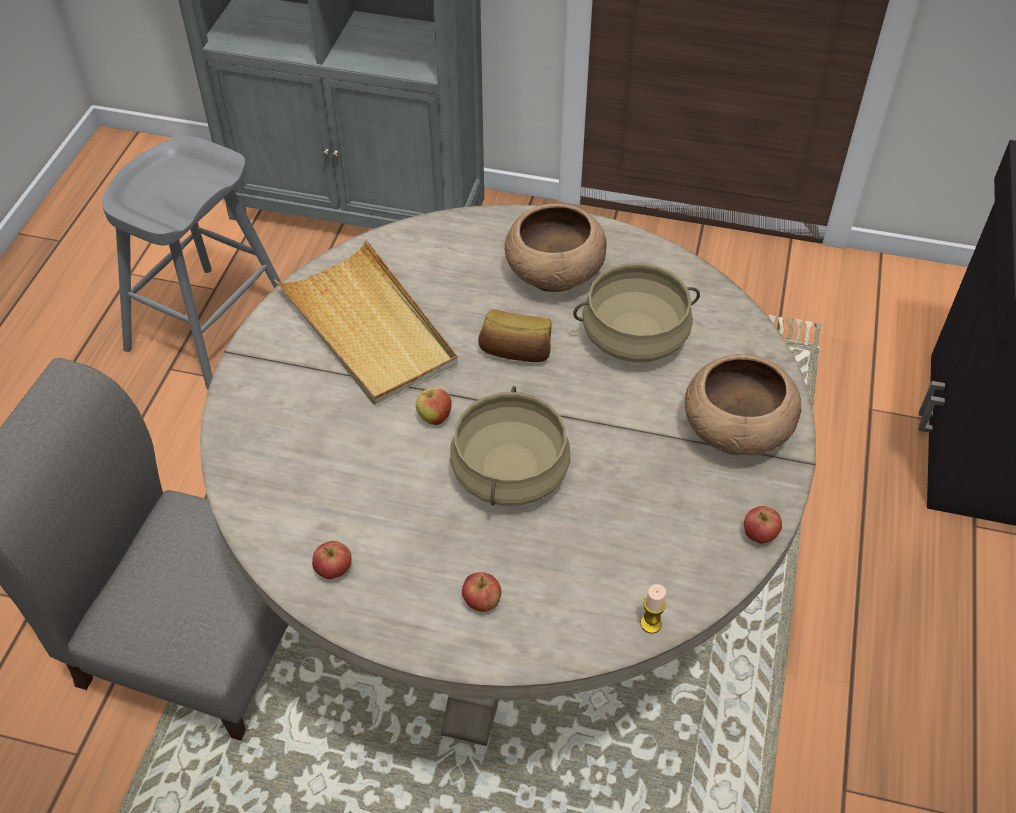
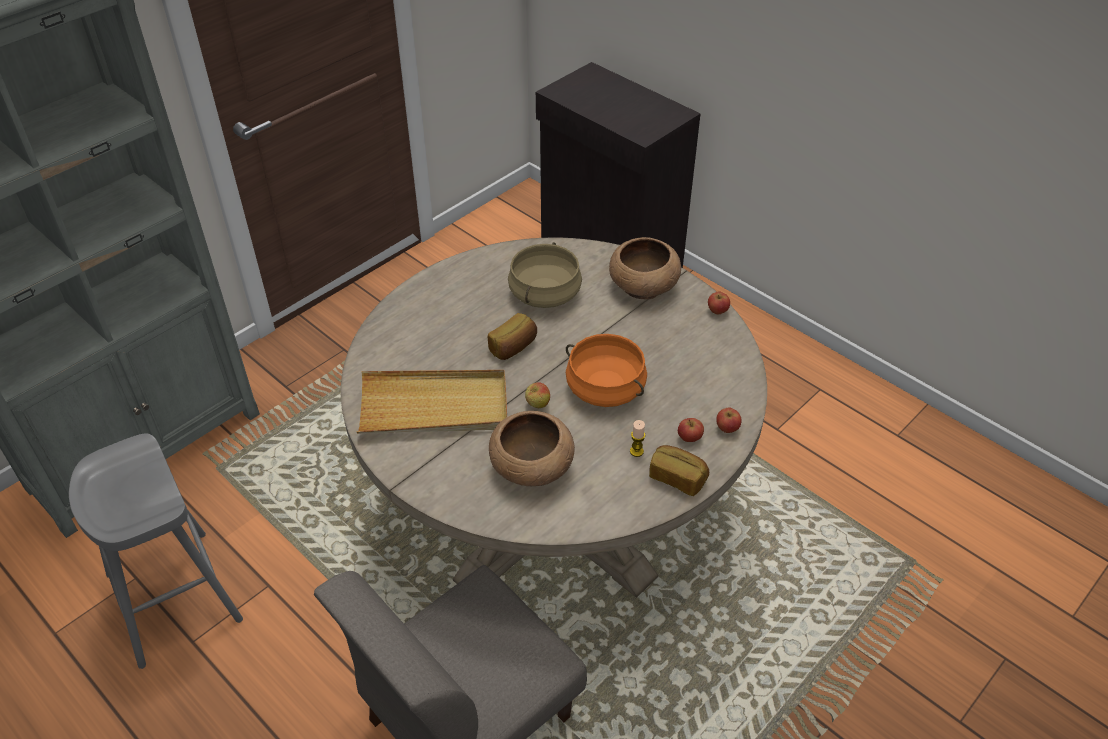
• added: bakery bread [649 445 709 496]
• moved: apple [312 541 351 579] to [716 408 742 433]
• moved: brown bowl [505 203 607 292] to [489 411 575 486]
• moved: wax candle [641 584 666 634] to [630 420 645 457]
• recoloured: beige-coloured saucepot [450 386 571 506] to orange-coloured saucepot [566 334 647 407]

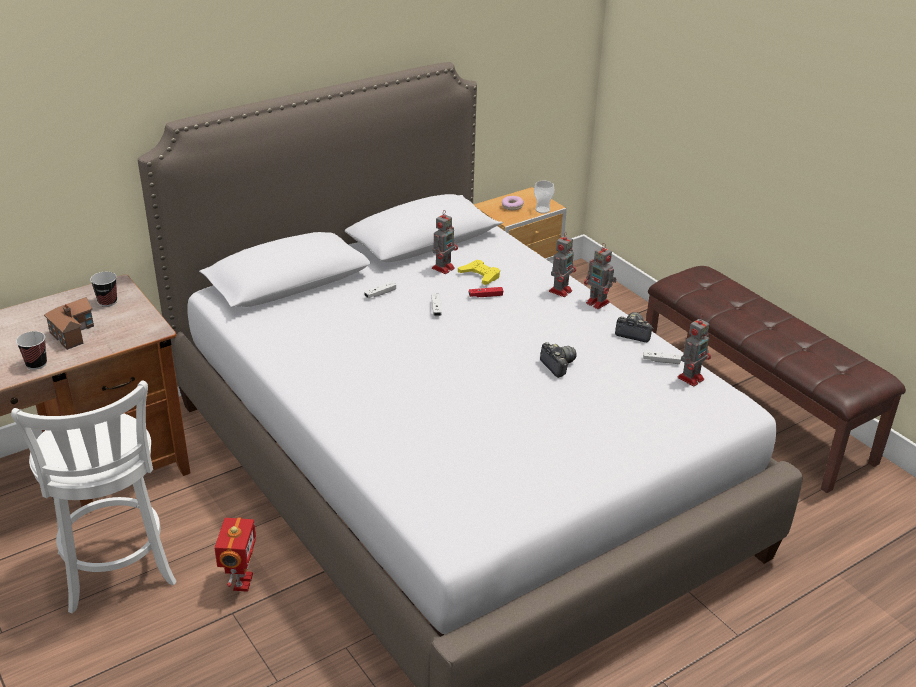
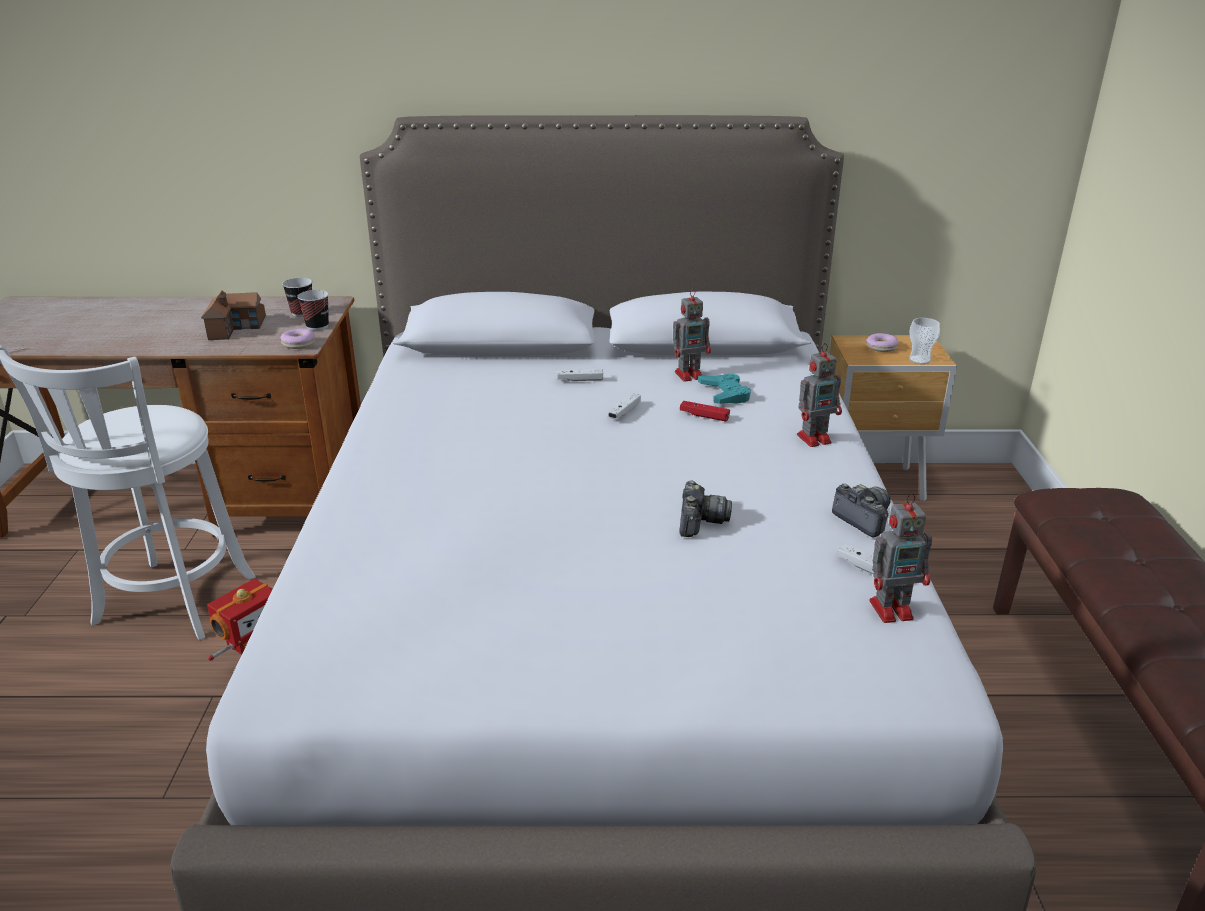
• removed: toy robot [584 243 617 309]
• added: donut [280 328 315 349]
• moved: drinking cup [16 331 47 370] to [297 290 329 331]
• recoloured: yellow-coloured joypad [458 260 500 285] to turquoise-coloured joypad [698 374 751 404]

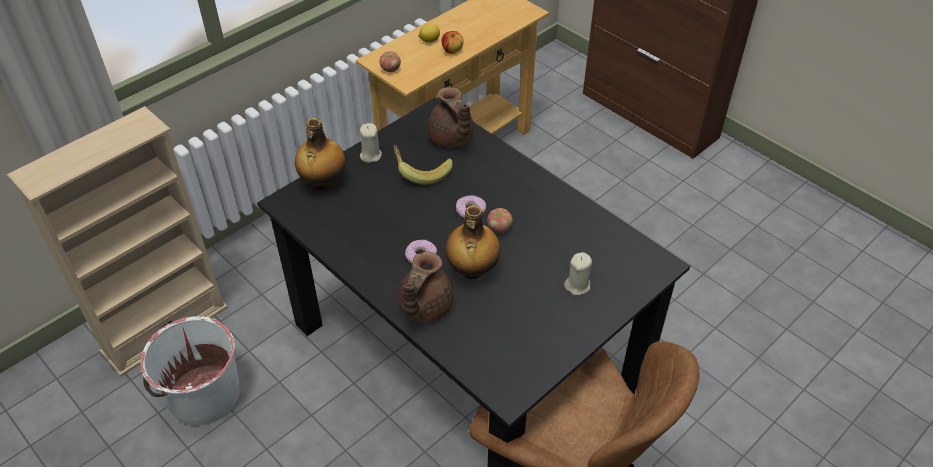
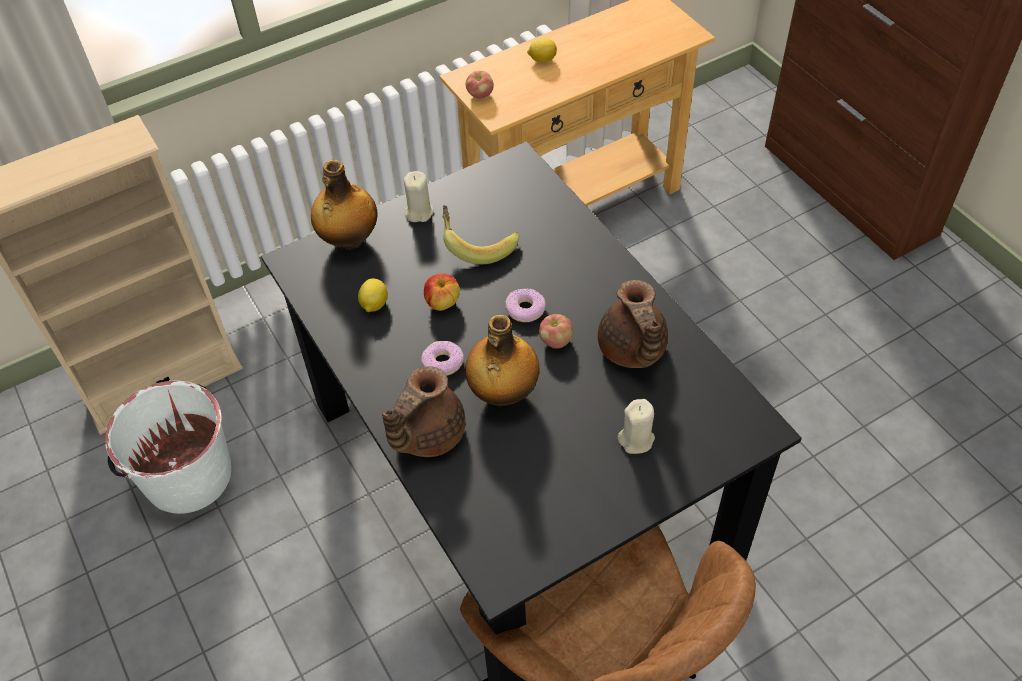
• added: citrus fruit [358 278 388 312]
• moved: brown tea pot [427 87 474 147] to [598 280 668 368]
• moved: apple [441 31 464 54] to [424 274 460 311]

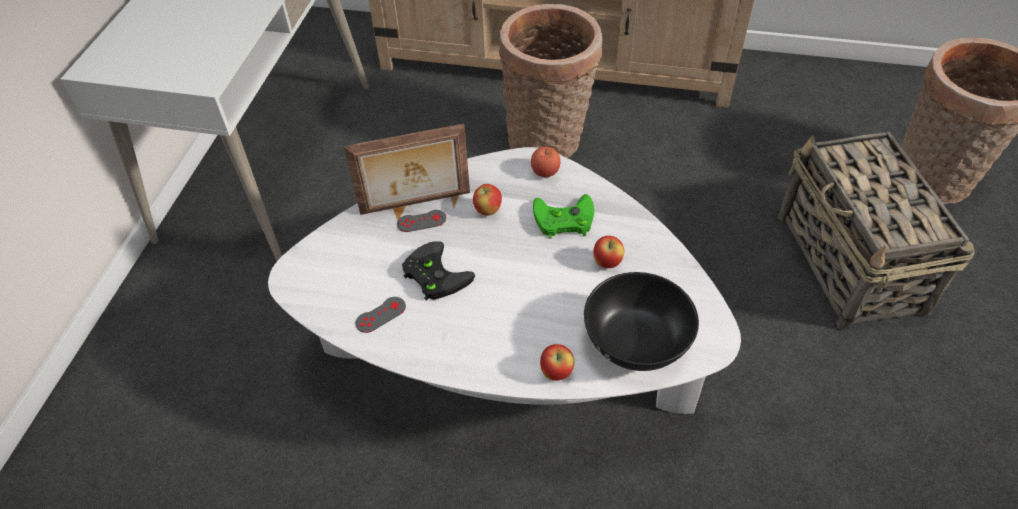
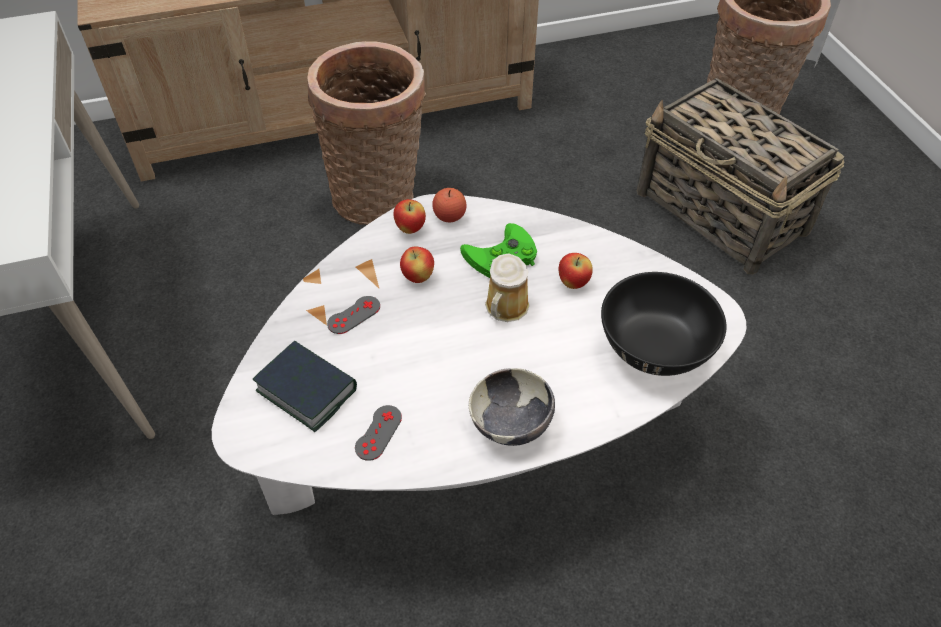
• removed: standing frame [344 124 470 215]
• removed: black joypad [402 241 475 300]
• added: volume [252 340 357 432]
• added: bowl [469 368 555 446]
• added: coffee mug [485 253 530 322]
• moved: apple [540 344 574 381] to [393 199 426 234]

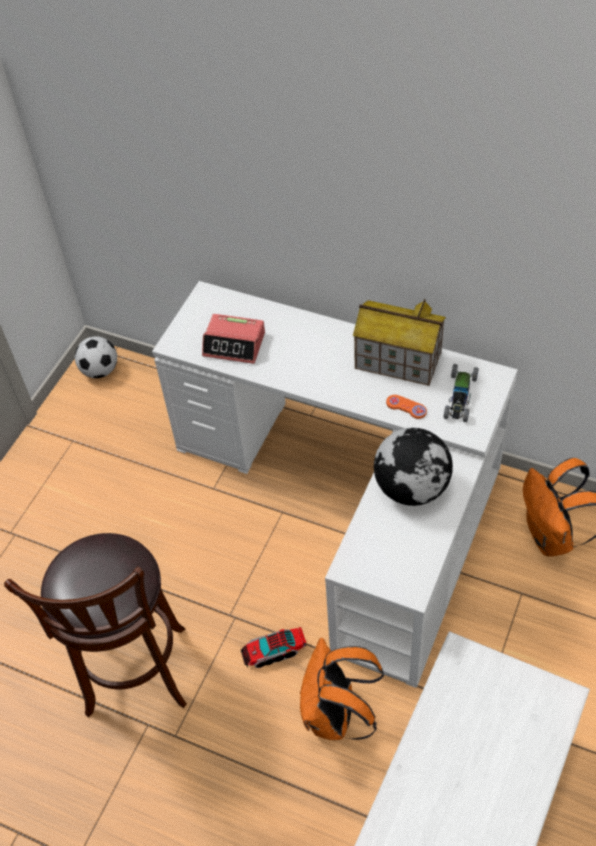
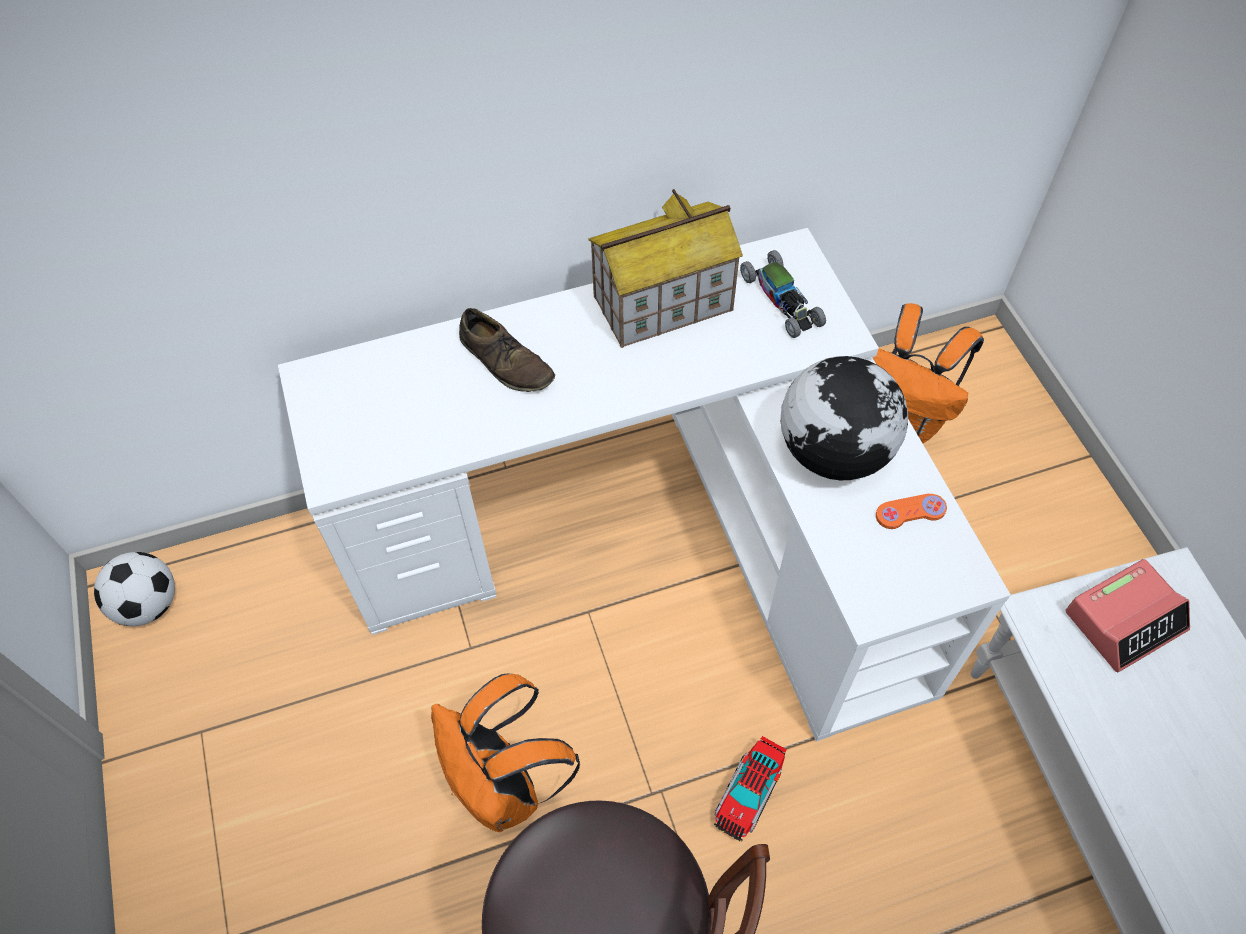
• added: brown item of footwear [459 308 555 392]
• moved: table clock [202 314 265 364] to [1065 559 1190 672]
• moved: orange-coloured backpack [300 638 384 740] to [431 674 580 832]
• moved: orange-coloured joypad [386 395 427 419] to [876 494 947 529]

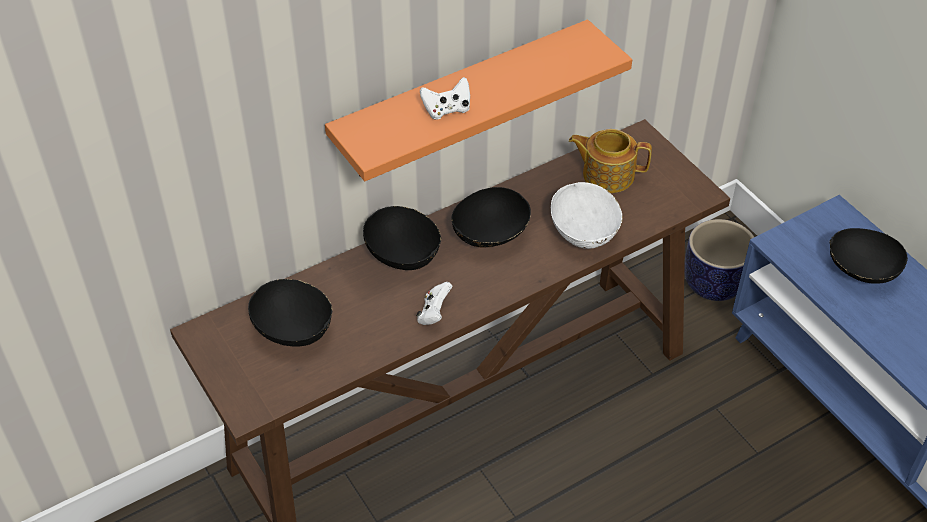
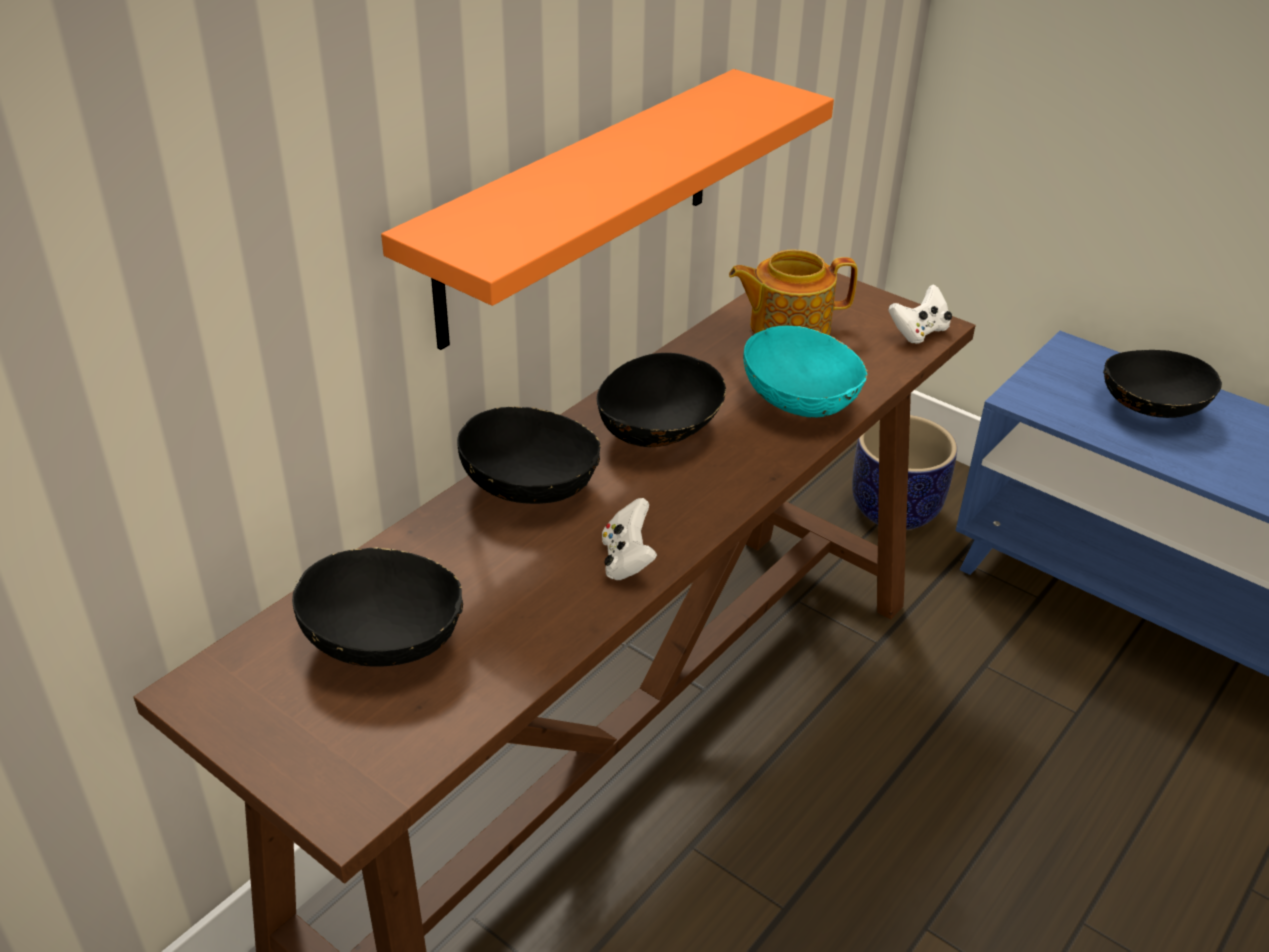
• moved: whitish joypad [420 77 470 120] to [888 284 952 344]
• recoloured: whitish bowl [551 182 623 249] to turquoise-coloured bowl [743 326 867 417]

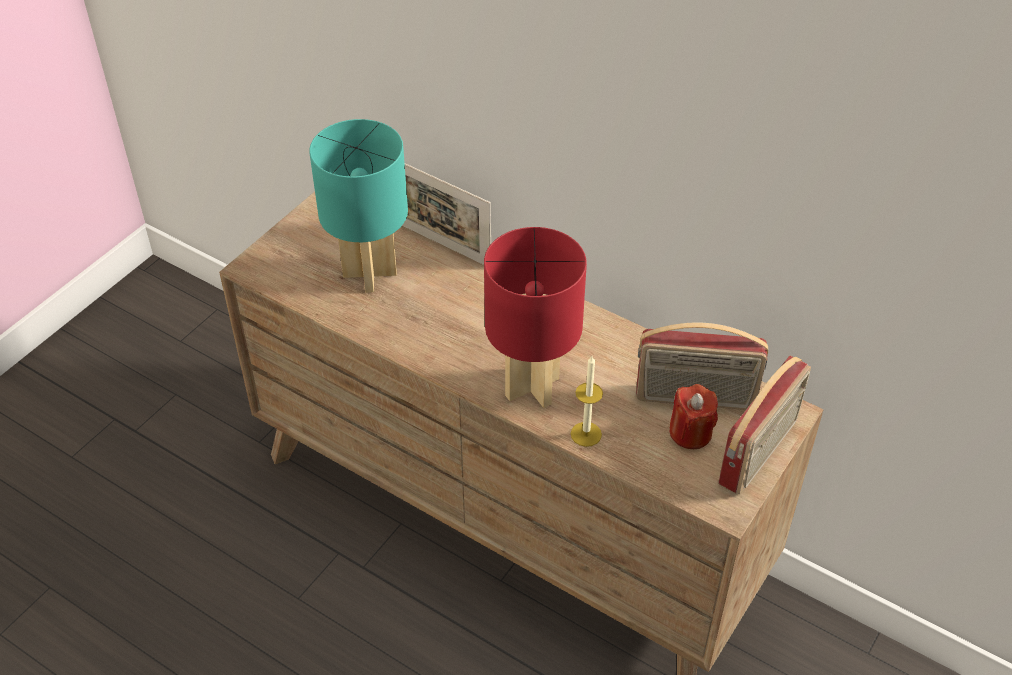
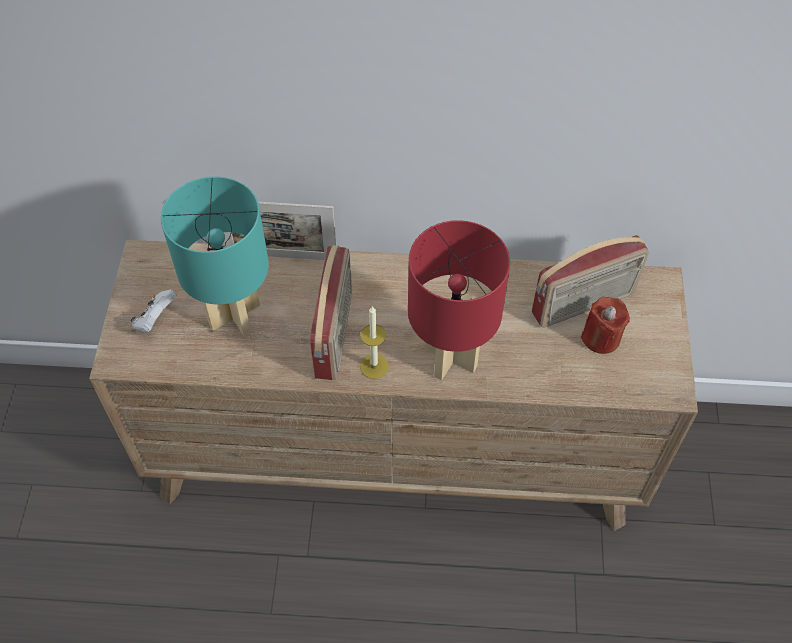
• added: whitish joypad [131 289 177 333]
• moved: wax candle [571 356 603 447] to [360 306 389 379]
• moved: radio set [718 356 811 494] to [310 245 352 380]

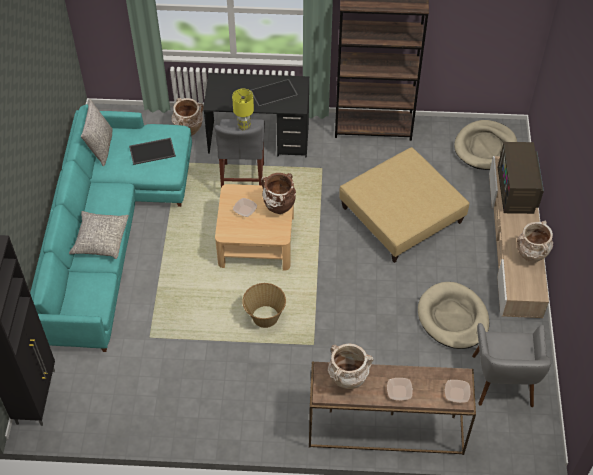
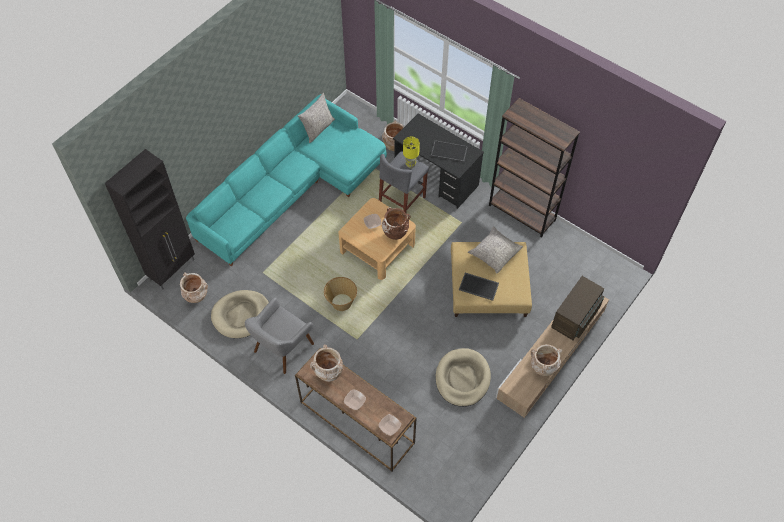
• added: beige-coloured flower vase [180 272 208 303]
• moved: gray cushion [69 211 129 259] to [468 226 523 274]
• moved: serving tray [129 138 176 165] to [459 273 499 301]
• moved: beige-coloured dog bed [454 120 517 170] to [211 290 269 338]
• moved: gray easy chair [472 323 551 407] to [245 297 314 374]

